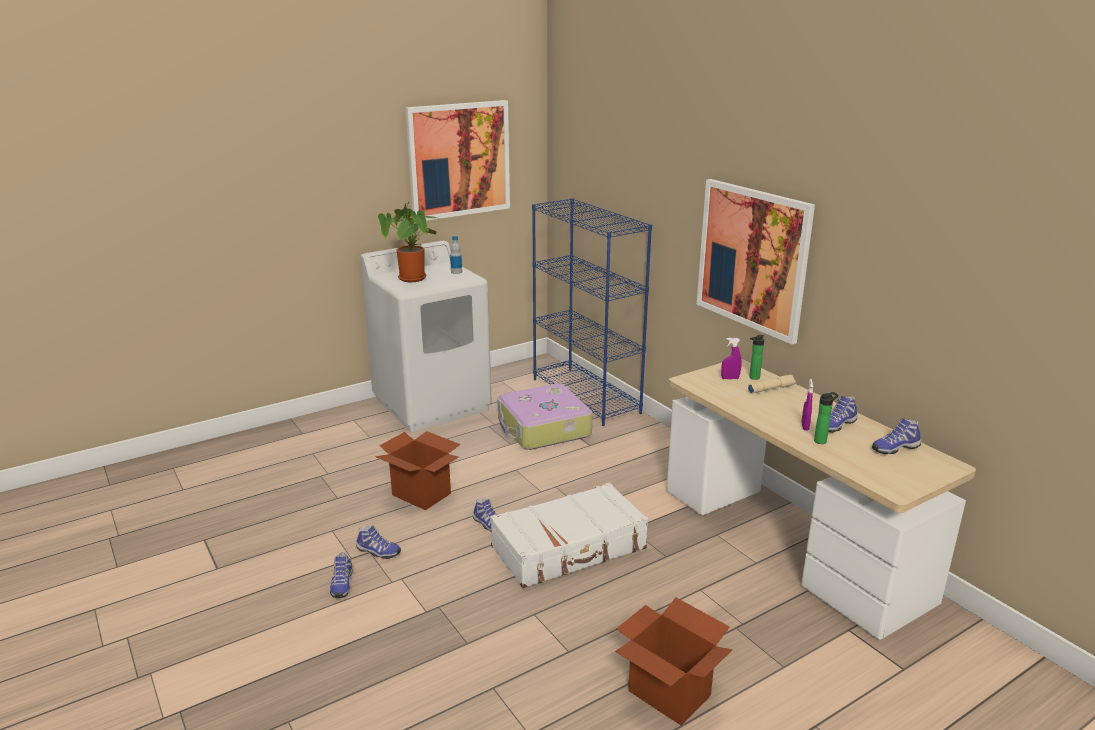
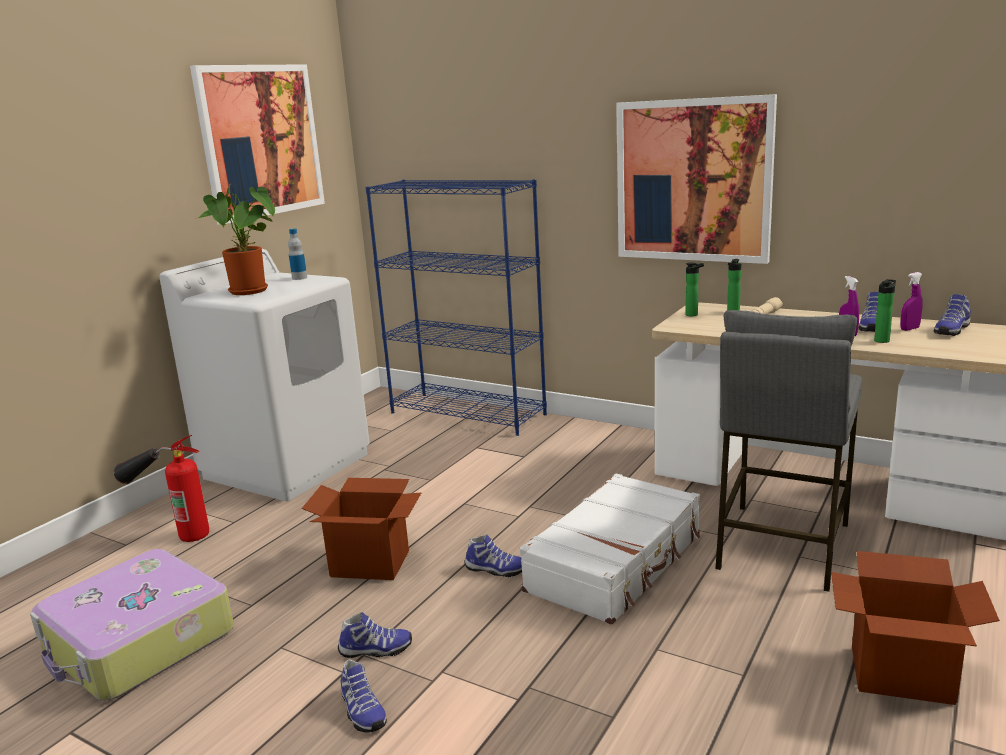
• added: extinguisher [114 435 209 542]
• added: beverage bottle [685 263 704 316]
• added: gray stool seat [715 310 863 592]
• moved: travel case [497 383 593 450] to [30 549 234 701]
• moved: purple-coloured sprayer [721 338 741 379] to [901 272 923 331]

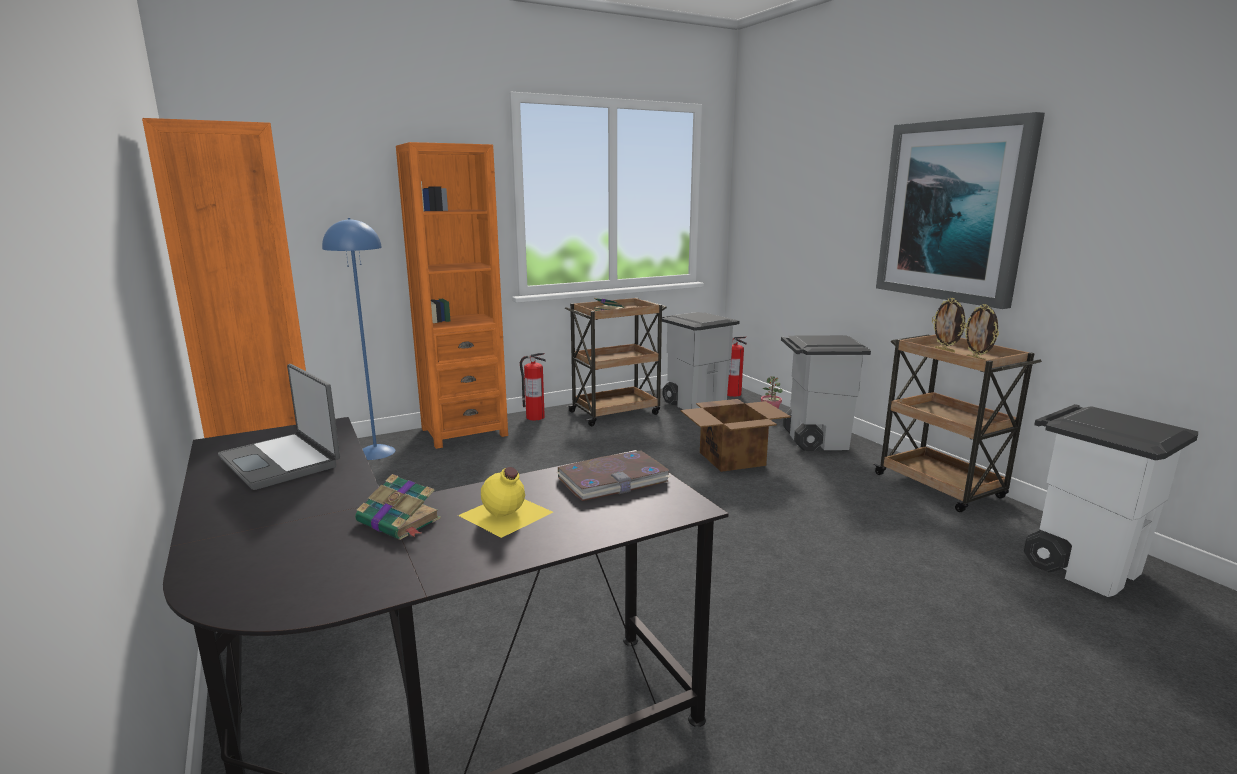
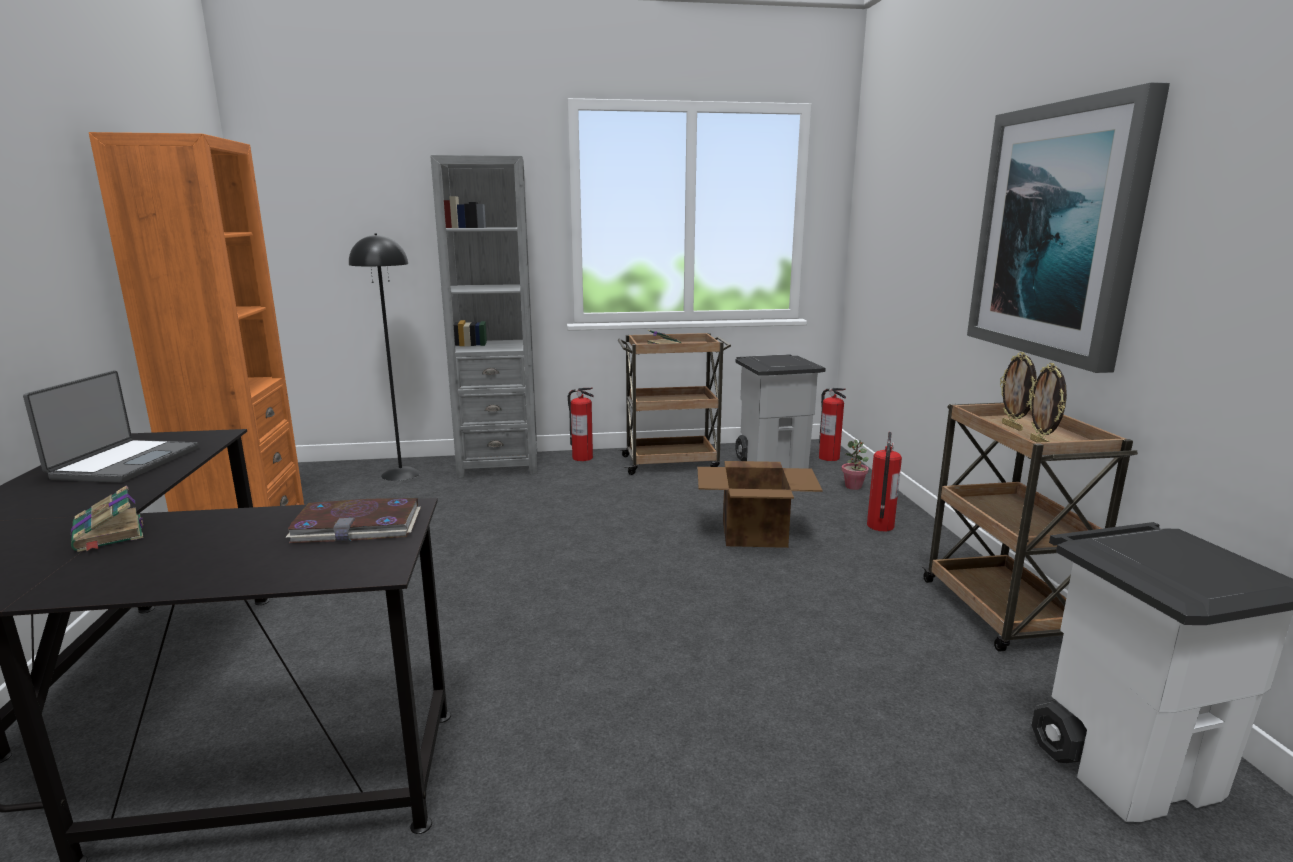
• removed: yellow-coloured beverage bottle [458 467 553 538]
• replaced: gray rubbish bin [781 335 871 451] to extinguisher [867 432 902 531]
• recoloured: bluish standard lamp [322 218 396 460] to black standard lamp [349 233 421 481]
• recoloured: orange-coloured bookshelf [396 142 508 449] to gray bookshelf [430 155 537 478]
• turned: notebook computer [218 364 340 490] = [23 371 198 483] 150 degrees counterclockwise

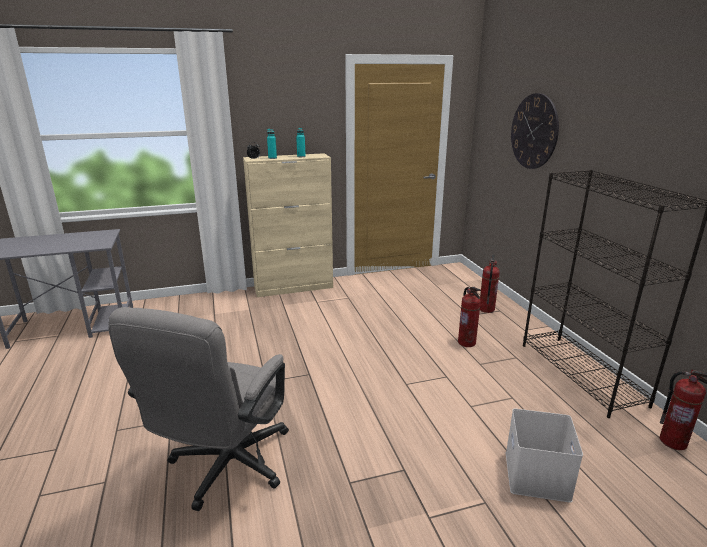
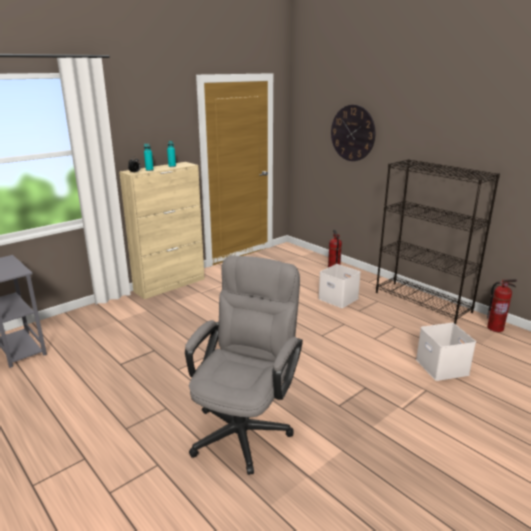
• replaced: extinguisher [458 286 481 347] to whitish storage bin [318 264 361 308]
• turned: gray desk chair [108 307 289 511] = [185 255 303 475] 150 degrees counterclockwise

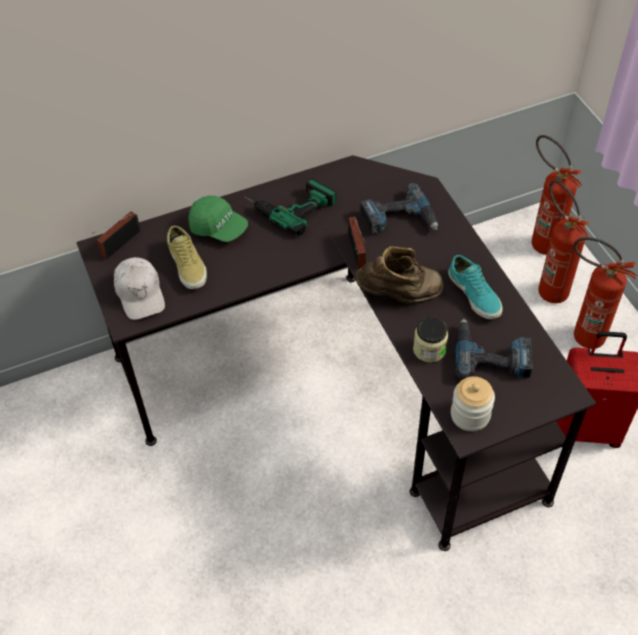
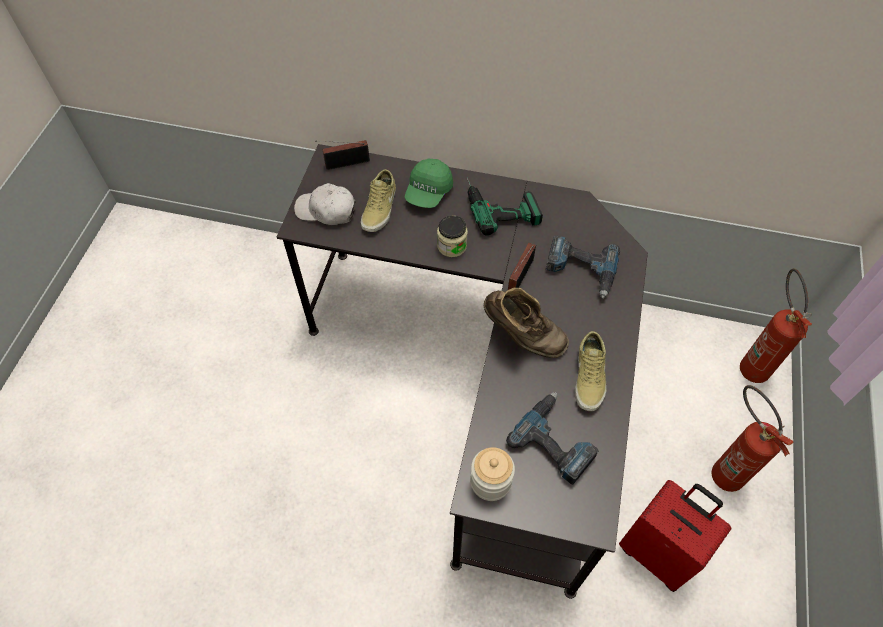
• removed: extinguisher [539 180 589 303]
• moved: jar [413 317 448 363] to [437 216 468 257]
• recoloured: turquoise-coloured item of footwear [448 255 503 319] to beige-coloured item of footwear [575 331 607 411]
• turned: whitish cap [114 257 165 320] = [294 183 356 225] 90 degrees clockwise
• turned: green-coloured cap [188 196 248 242] = [405 159 453 208] 45 degrees clockwise

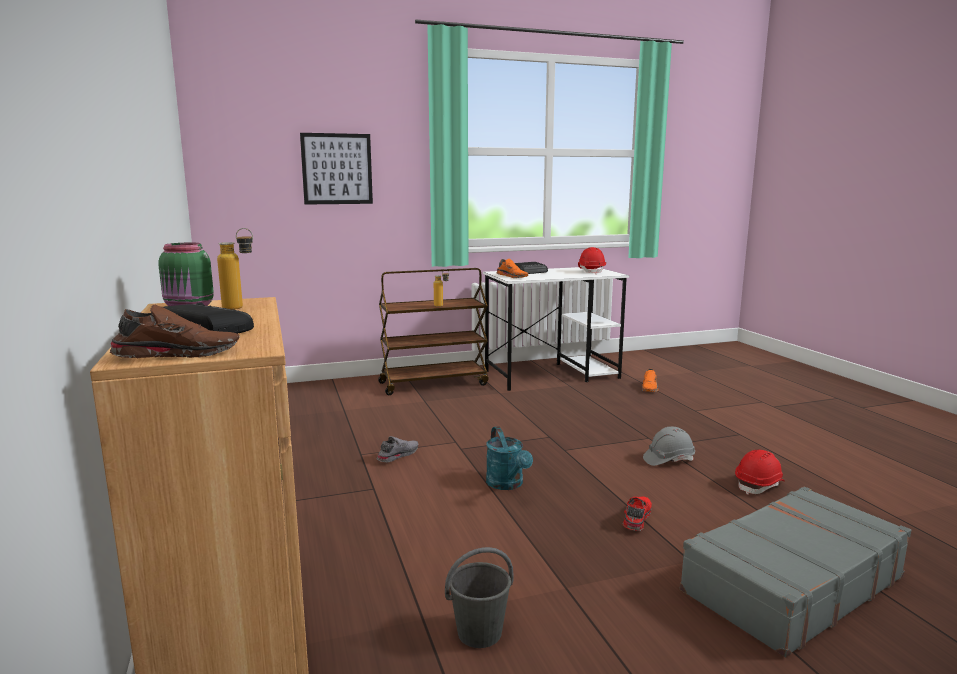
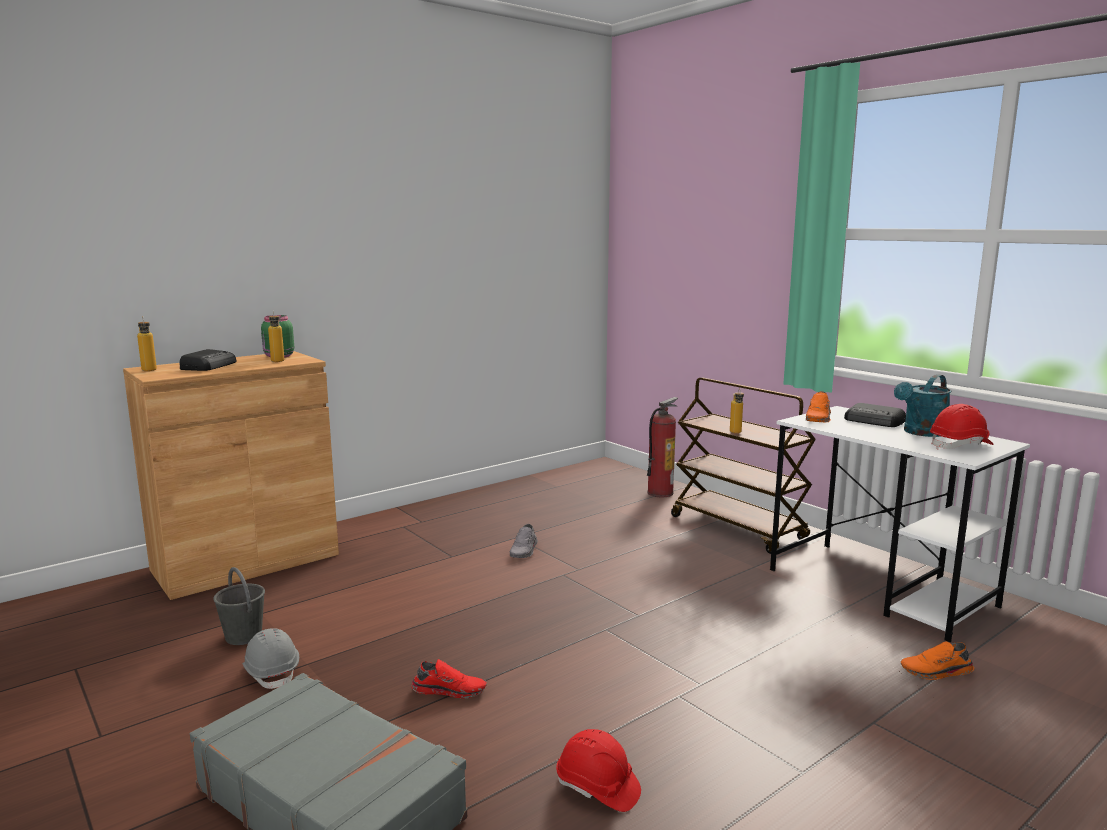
• removed: wall picture [300 133 373 205]
• added: extinguisher [647 397 678 497]
• moved: turquoise-coloured watering pot [486 426 533 490] to [894 374 952 437]
• moved: gray hard hat [643 426 695 466] to [242 628 299 689]
• replaced: brown item of footwear [110 304 240 358] to beverage bottle [137 316 157 371]
• turned: gray item of footwear [377 436 418 462] = [509 524 538 558] 90 degrees clockwise

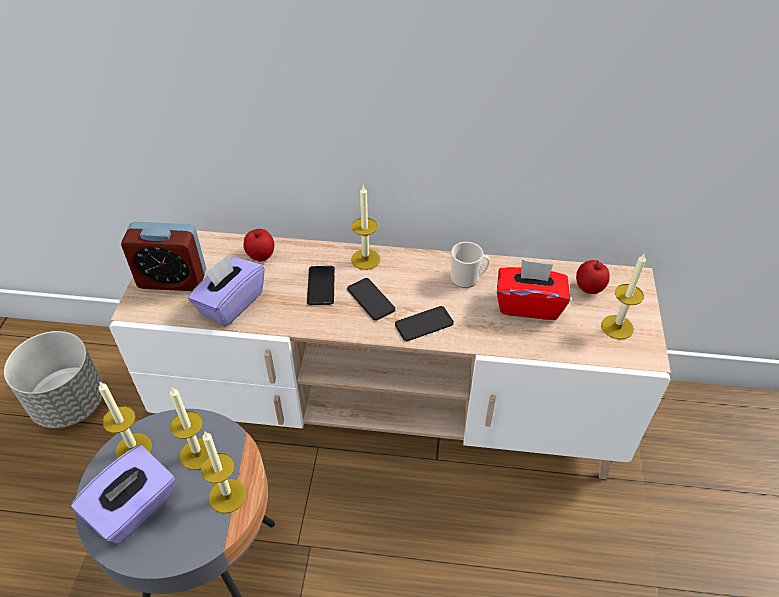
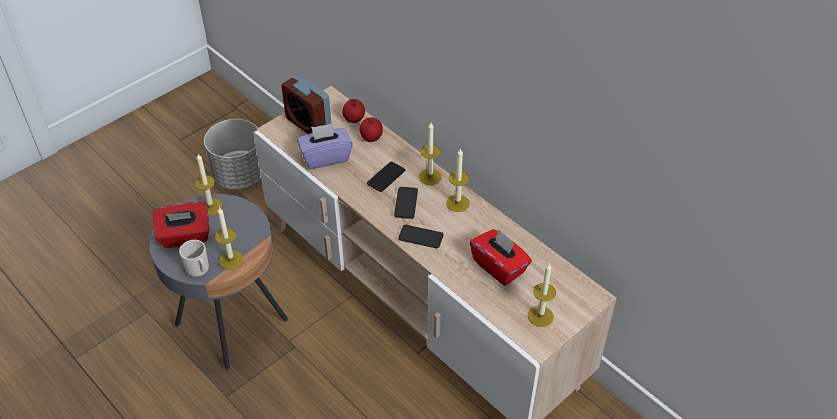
• moved: wax candle [170 387 209 470] to [446 148 470 212]
• moved: coffee mug [451 242 490 288] to [179 240 209 277]
• moved: apple [576 260 610 294] to [342 99 365 123]
• recoloured: purple-coloured tissue holder [71 445 175 544] to red tissue holder [152 202 210 248]

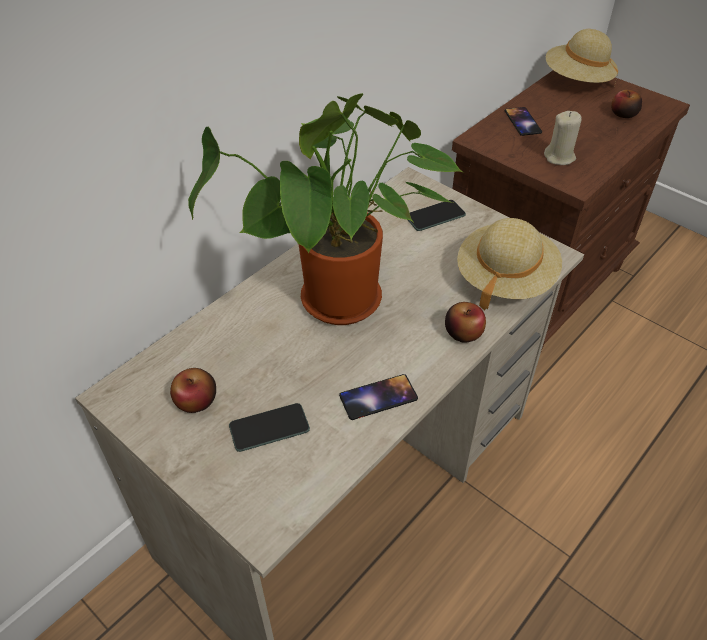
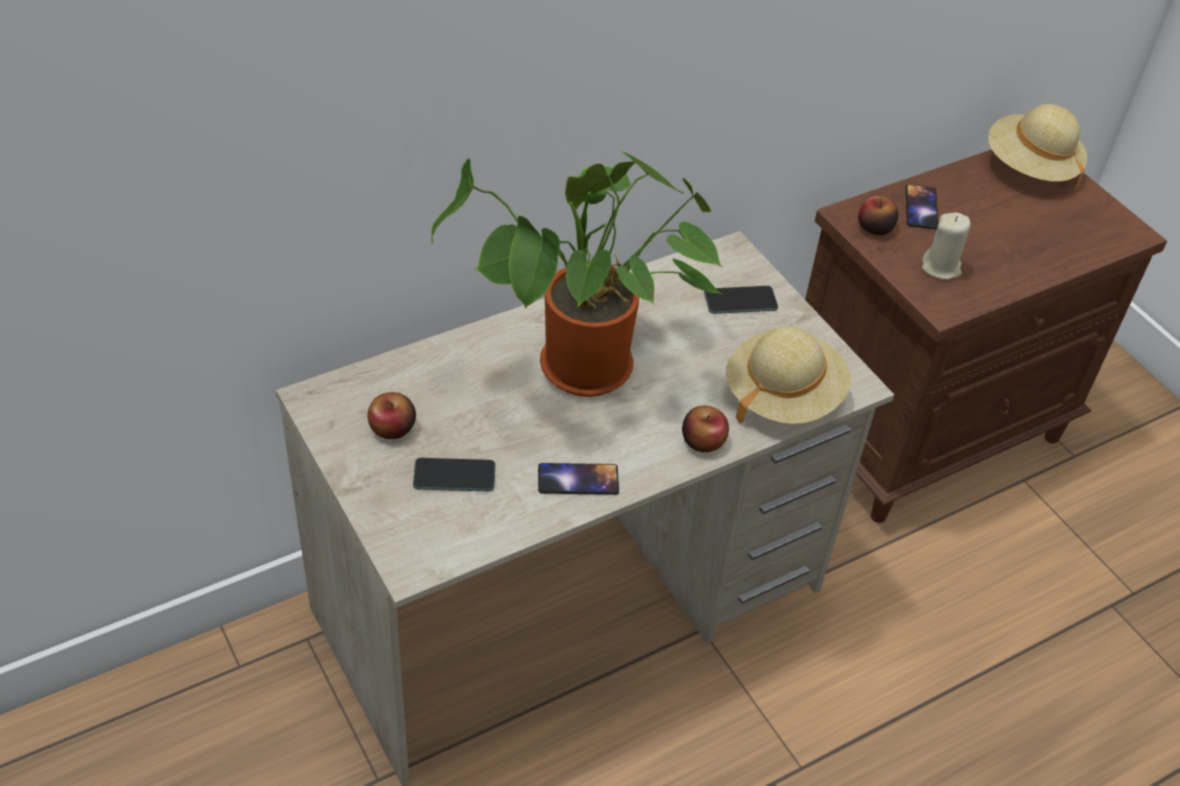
• moved: apple [611 90 642 118] to [858 196 898 235]

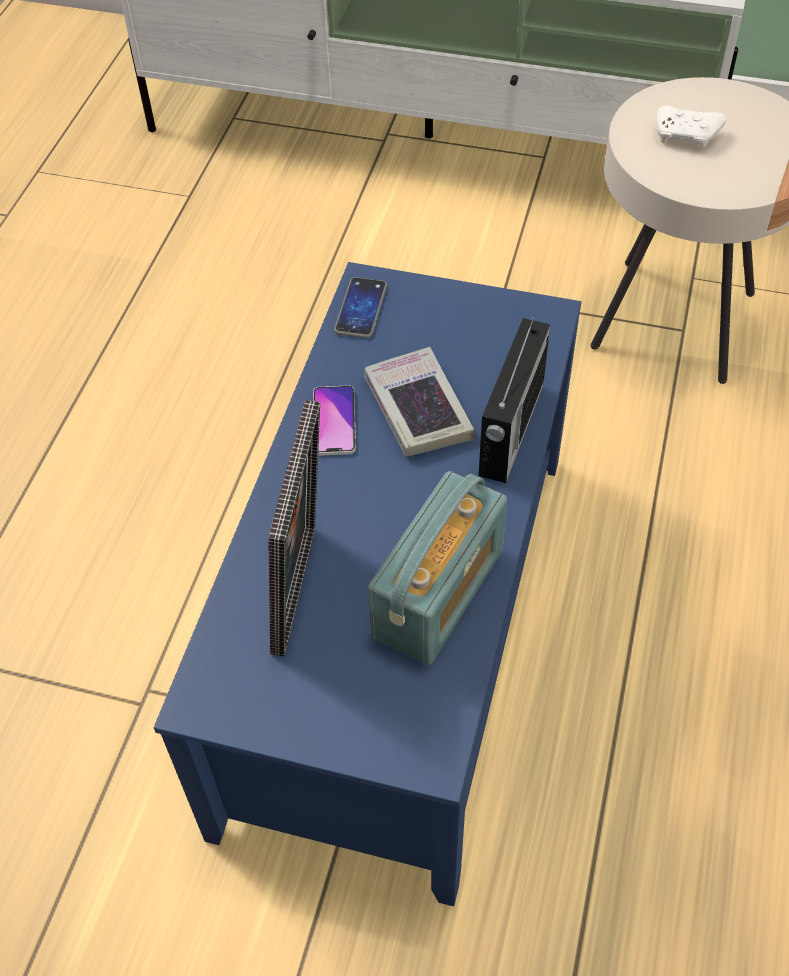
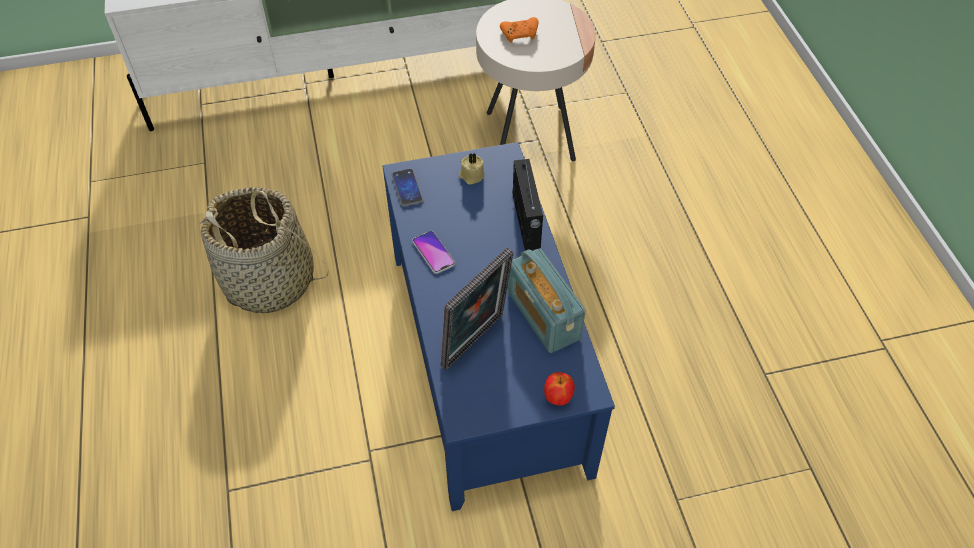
• removed: volume [364 347 474 457]
• added: basket [199 187 328 313]
• added: beige-coloured wax candle [459 153 485 184]
• added: apple [544 372 575 406]
• recoloured: whitish joypad [657 105 726 149] to orange-coloured joypad [500 17 538 43]
• turned: standing frame [268 400 320 656] = [440 248 514 370] 60 degrees clockwise
• turned: radio set [368 471 507 665] = [508 249 586 353] 150 degrees clockwise

